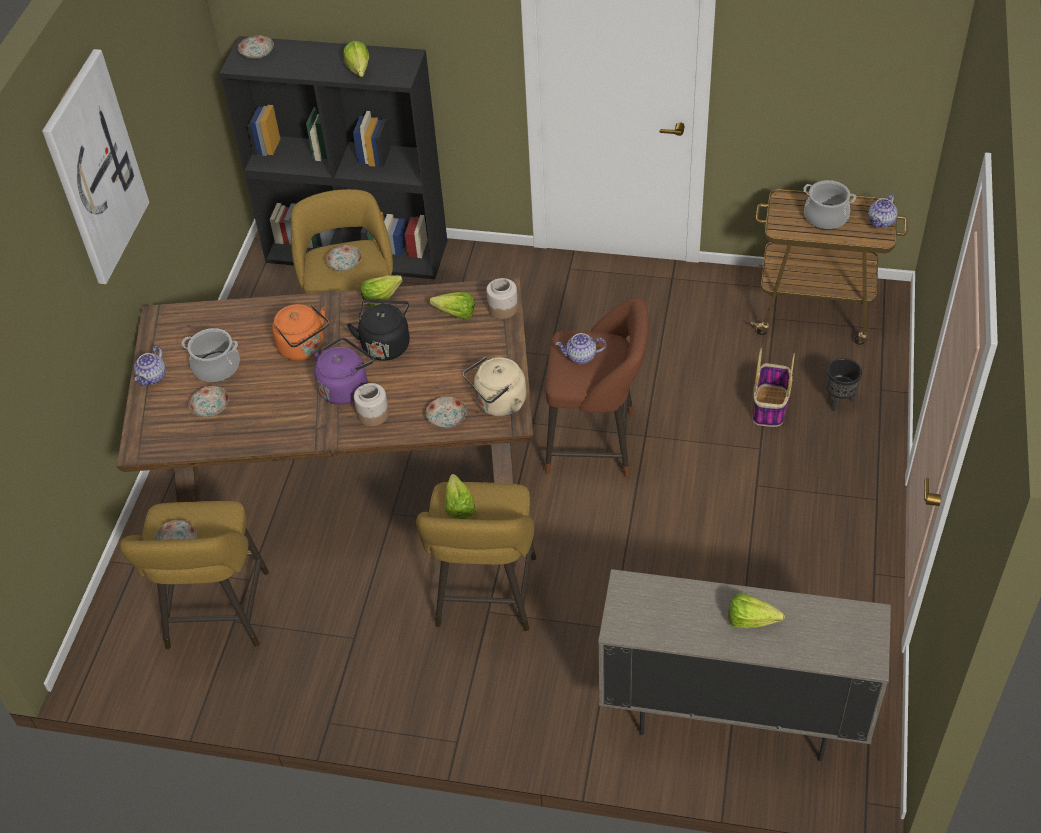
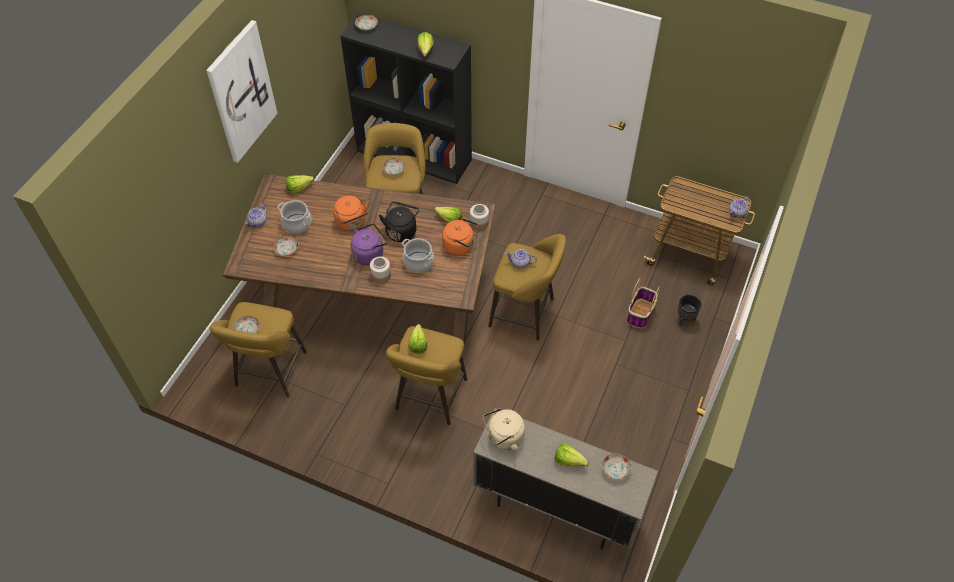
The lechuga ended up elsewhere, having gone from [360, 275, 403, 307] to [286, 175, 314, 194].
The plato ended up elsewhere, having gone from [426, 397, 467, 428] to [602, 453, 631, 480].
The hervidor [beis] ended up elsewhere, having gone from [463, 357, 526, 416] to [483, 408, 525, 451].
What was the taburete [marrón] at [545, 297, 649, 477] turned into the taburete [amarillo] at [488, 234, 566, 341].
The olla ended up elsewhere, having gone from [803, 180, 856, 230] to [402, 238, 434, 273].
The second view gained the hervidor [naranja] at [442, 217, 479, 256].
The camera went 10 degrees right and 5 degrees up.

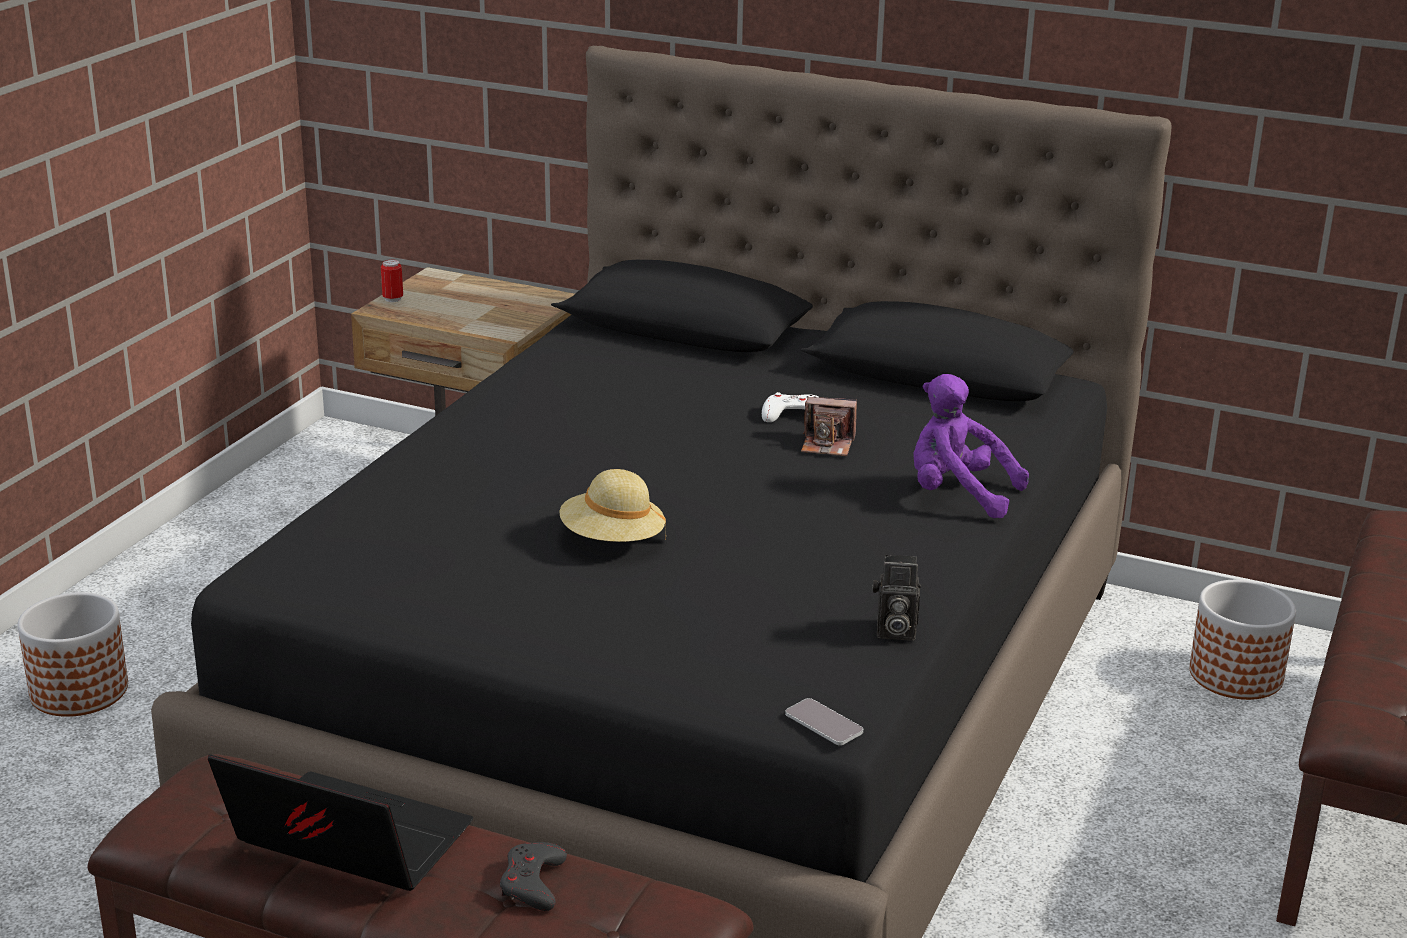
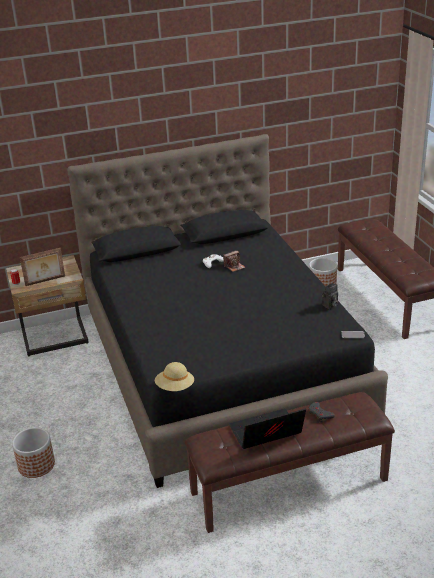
The sombrero [beis] ended up elsewhere, having gone from [560, 469, 666, 542] to [155, 362, 194, 391].
The second view lost the peluche [morado] at [913, 374, 1029, 518].
The second view gained the portarretratos at [20, 248, 65, 286].
The camera went 40 degrees left and 5 degrees up.

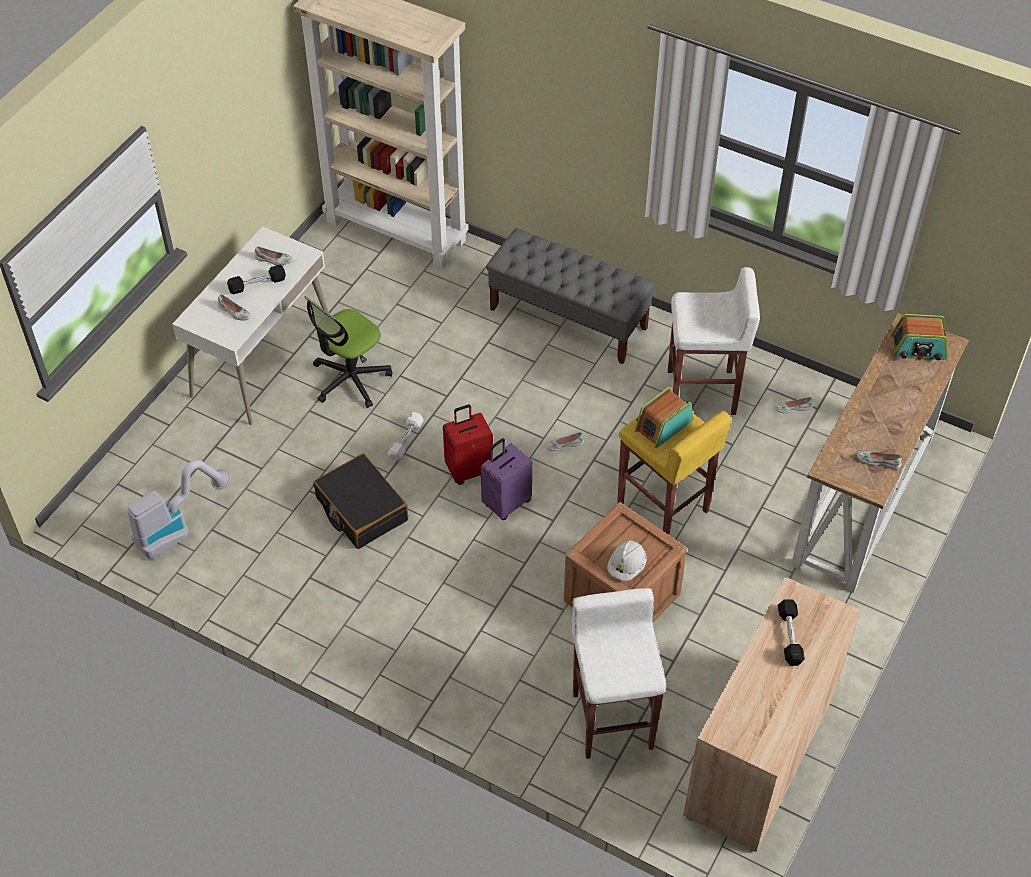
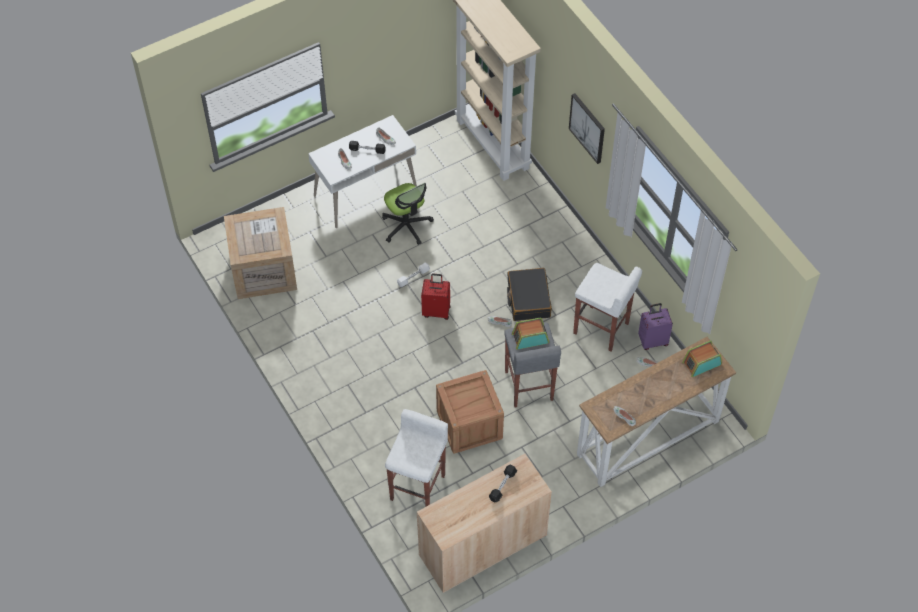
Where the aspiradora stood at [127, 460, 231, 560], the caja de embalaje came to stand at [224, 207, 297, 299].
The silla de oficina at [304, 296, 392, 408] ended up facing another way, 105 degrees counterclockwise from before.
The maleta [negro] ended up elsewhere, having gone from [313, 454, 408, 549] to [507, 268, 552, 321].
The maleta [morado] ended up elsewhere, having gone from [481, 438, 532, 520] to [638, 303, 673, 350].
The second view lost the banco [gris] at [486, 228, 655, 364].
The second view lost the casco [blanco] at [607, 540, 647, 581].
What was the taburete [amarillo] at [617, 410, 731, 535] turned into the taburete [gris] at [504, 323, 561, 407].
The radio at [891, 314, 947, 360] ended up facing another way, 120 degrees clockwise from before.
The second view gained the cuadro at [569, 93, 605, 164].
The camera went 30 degrees right and 5 degrees up.

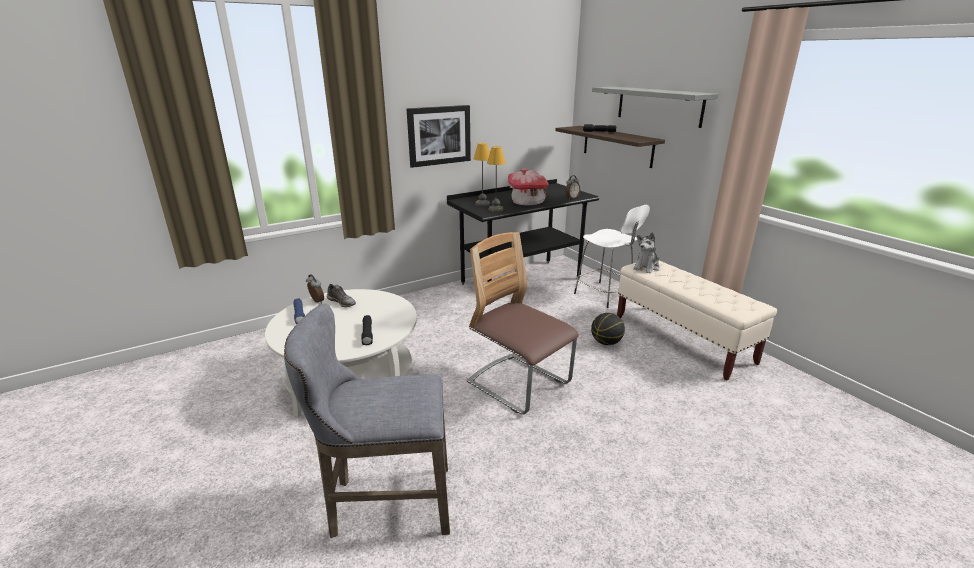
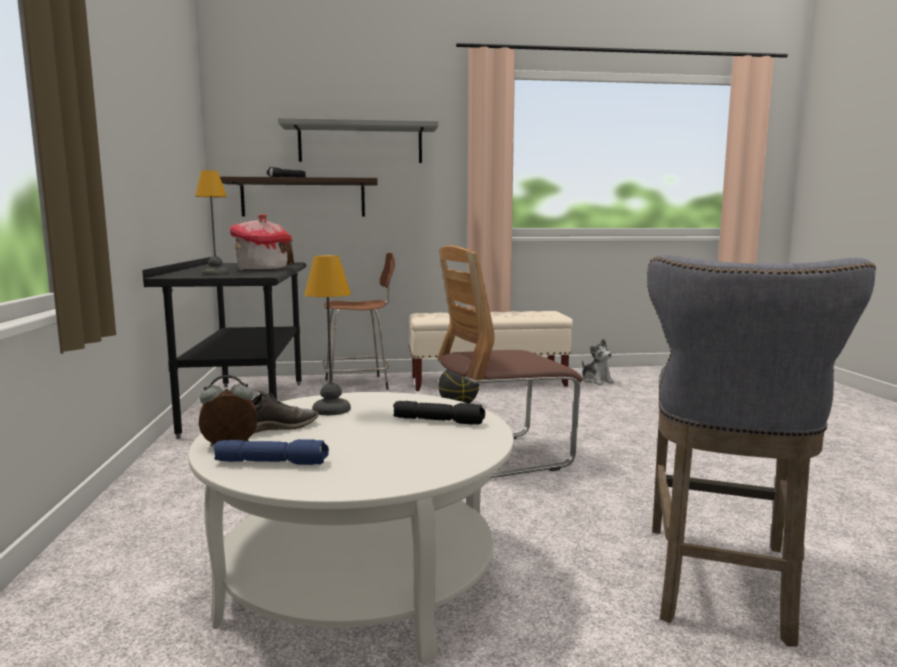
The second view lost the cuadro at [407, 105, 471, 168].
The lámpara de mesa ended up elsewhere, having gone from [487, 146, 505, 212] to [305, 255, 351, 415].
What was the taburete [blanco] at [574, 205, 650, 308] turned into the taburete [marrón] at [322, 253, 395, 390].
The peluche ended up elsewhere, having gone from [633, 232, 660, 274] to [582, 339, 614, 385].
The camera went 65 degrees left and 15 degrees down.

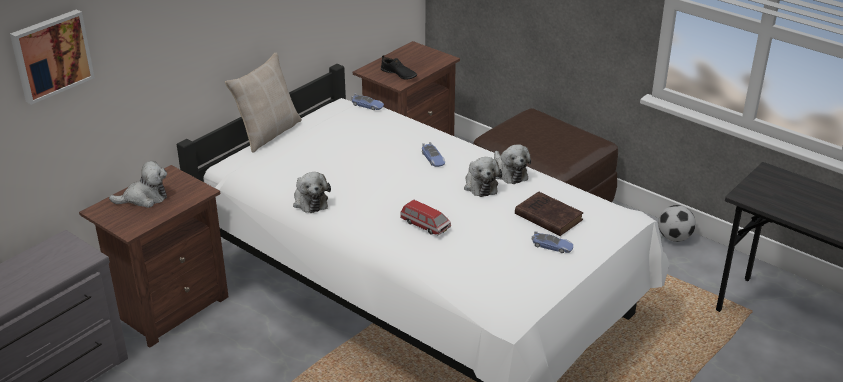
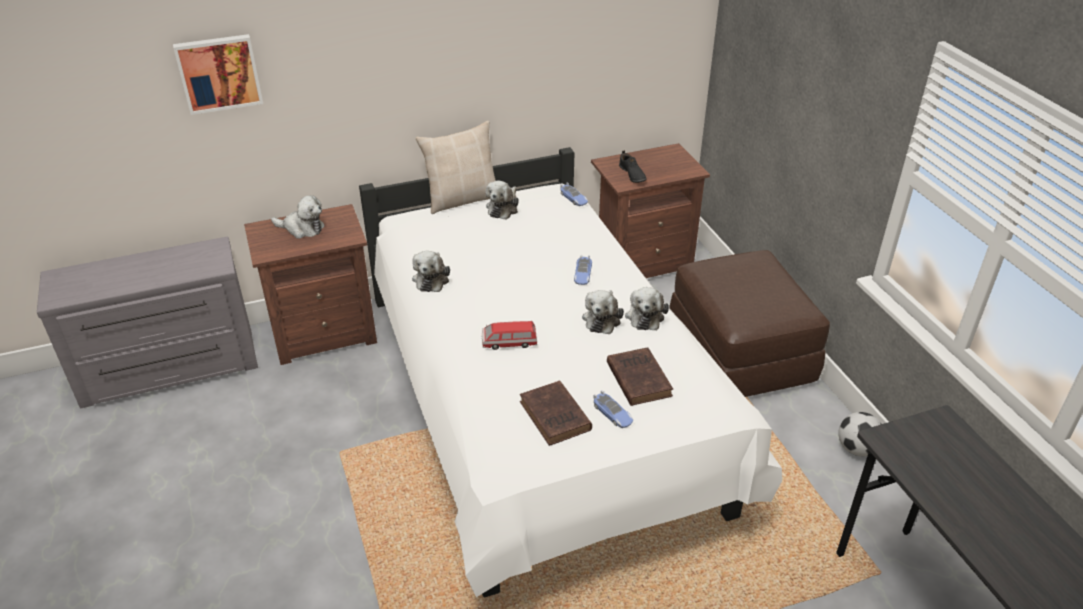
The coche de juguete at [400, 199, 451, 236] ended up facing another way, 105 degrees clockwise from before.
The second view gained the peluche at [486, 181, 519, 220].
The second view gained the libro [marrón] at [520, 381, 592, 446].
The camera went 30 degrees right and 5 degrees up.

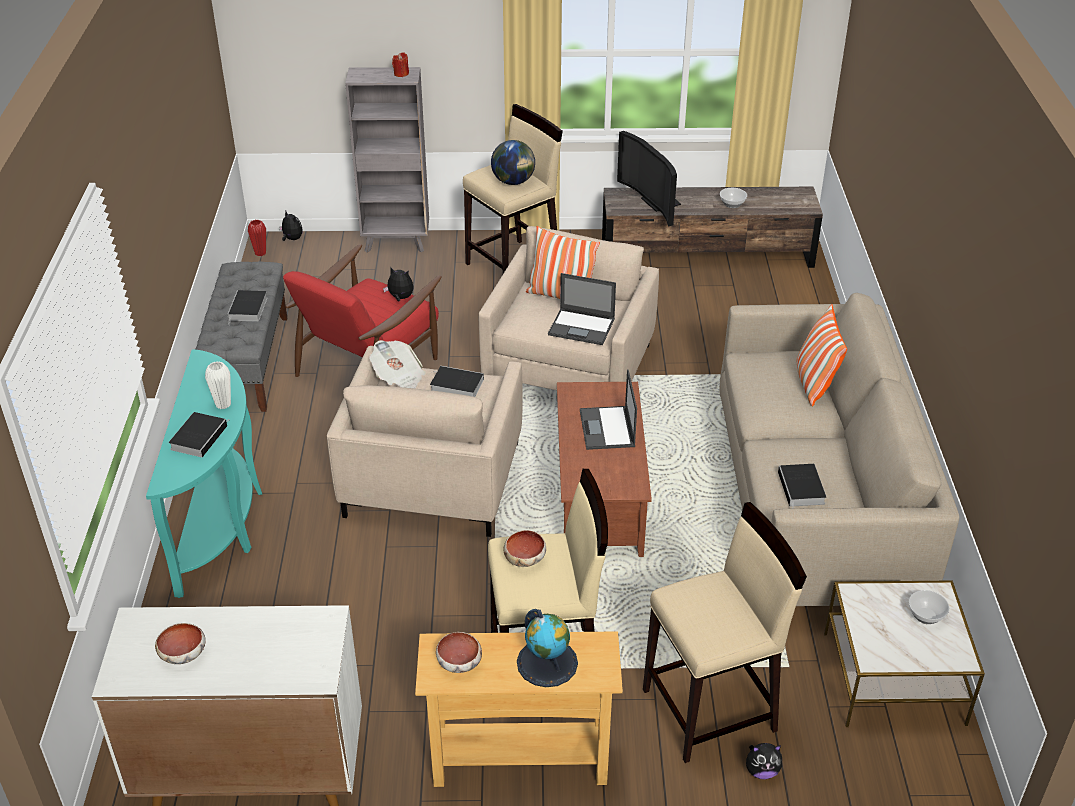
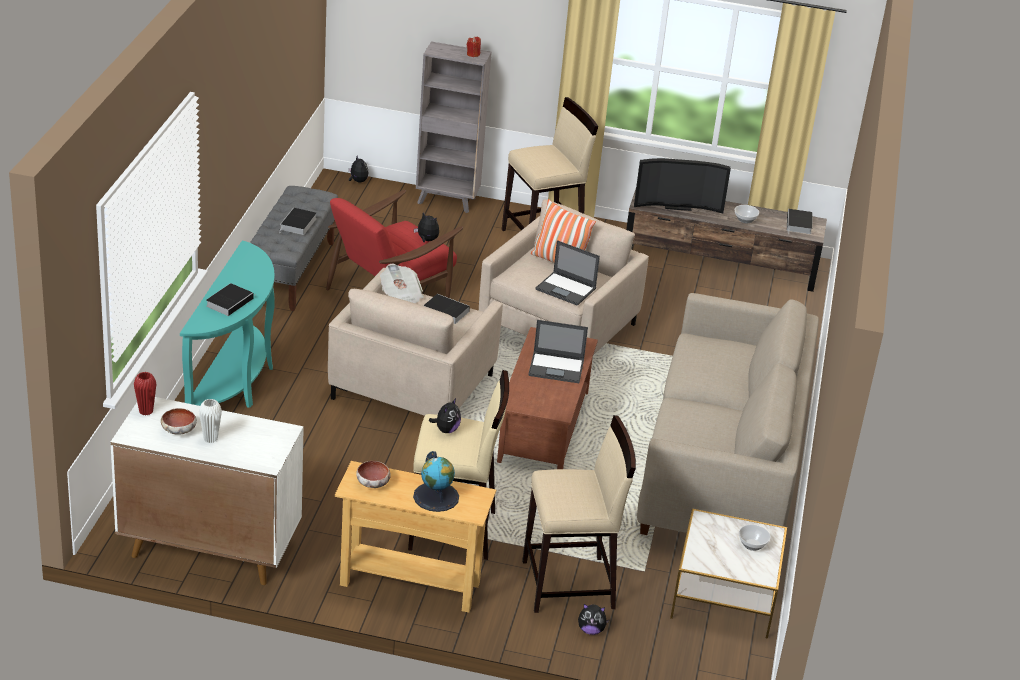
The florero [blanco] ended up elsewhere, having gone from [205, 361, 231, 409] to [199, 399, 222, 443].
The florero [rojo] ended up elsewhere, having gone from [248, 220, 266, 256] to [134, 372, 156, 416].
The second view lost the globo terráqueo at [491, 140, 535, 185].
Where the cuenco stood at [504, 530, 546, 567], the peluche came to stand at [429, 398, 461, 433].
The portátil at [580, 369, 637, 450] ended up facing another way, 90 degrees counterclockwise from before.
The televisor at [617, 131, 681, 227] ended up facing another way, 75 degrees counterclockwise from before.
The libro ended up elsewhere, having gone from [778, 464, 826, 509] to [787, 209, 813, 234].
The second view lost the cojín at [796, 304, 847, 406].
The camera went 10 degrees right and 5 degrees down.

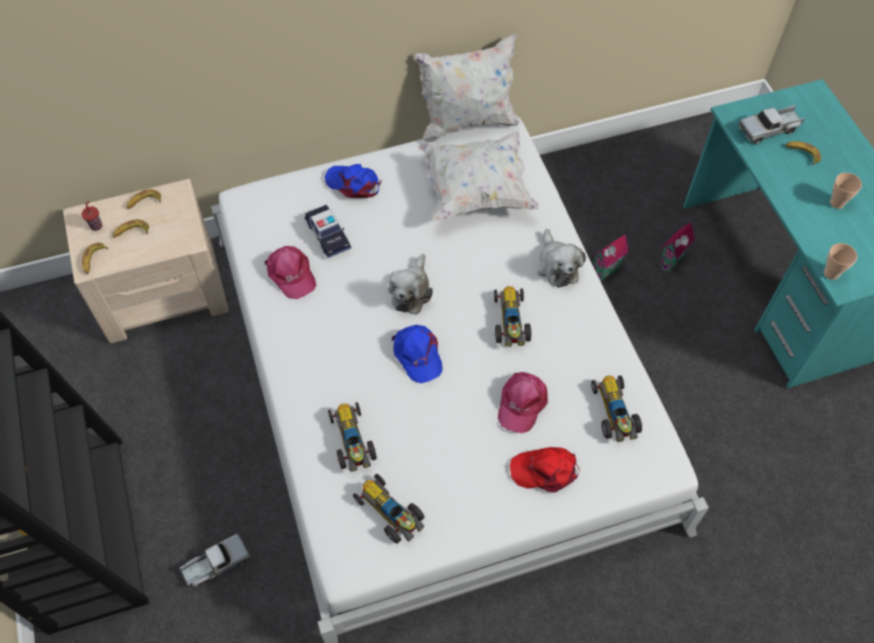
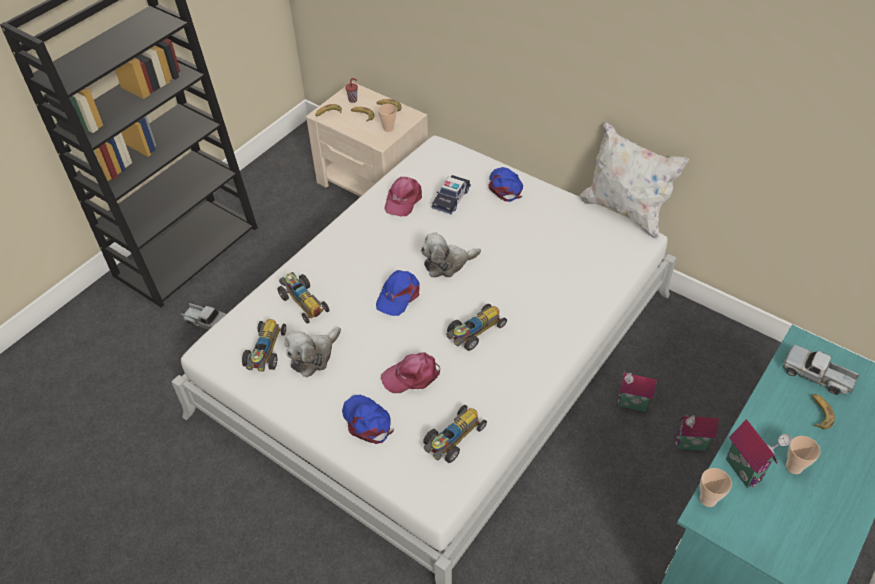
The coche de juguete at [328, 402, 377, 472] ended up facing another way, 105 degrees clockwise from before.
The second view lost the cojín [blanco] at [418, 131, 539, 221].
What was the gorra [rojo] at [510, 447, 580, 493] turned into the gorra [azul] at [342, 395, 394, 444].
The peluche ended up elsewhere, having gone from [537, 229, 586, 288] to [285, 327, 341, 378].
The second view gained the taza at [378, 104, 397, 132].
The second view gained the casita at [726, 419, 792, 488].
The camera went 55 degrees right and 10 degrees down.

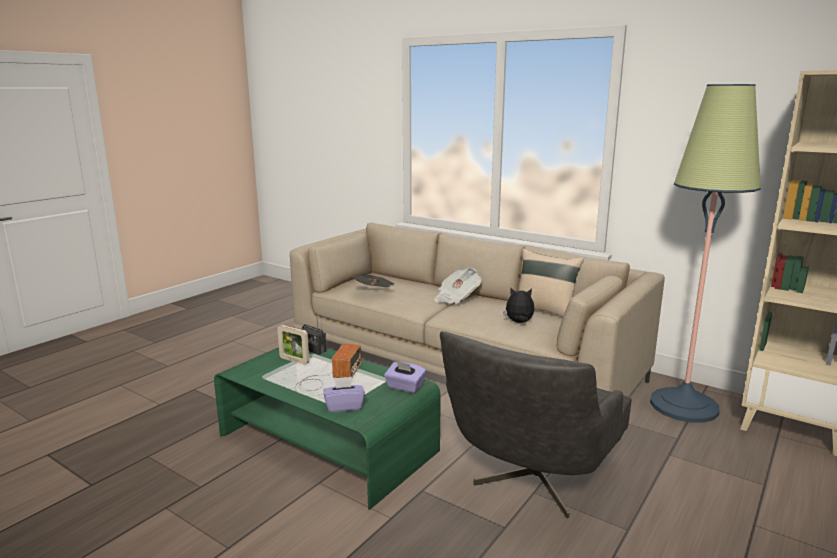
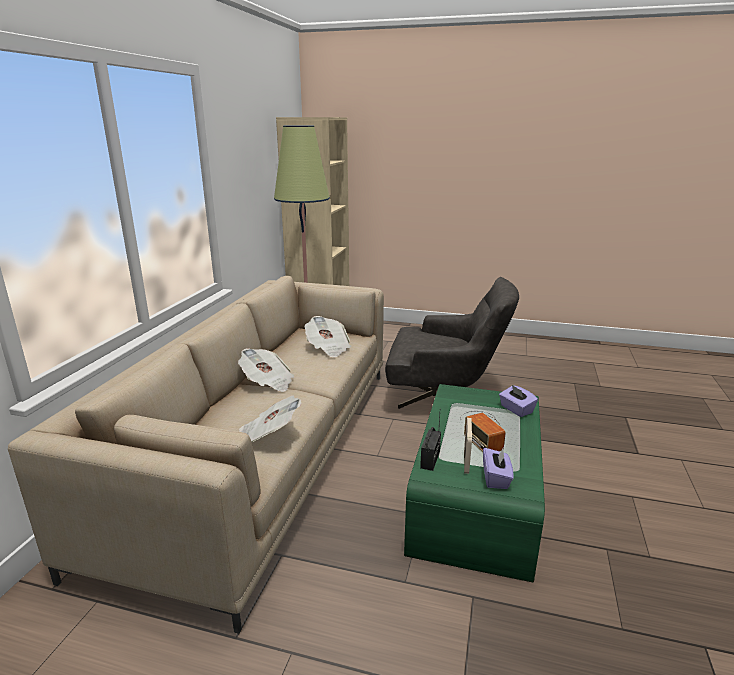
The radio at [295, 344, 362, 396] ended up facing another way, 105 degrees counterclockwise from before.
The caja de pañuelos [morado] ended up elsewhere, having gone from [384, 361, 426, 393] to [483, 448, 513, 489].
Where the peluche stood at [503, 287, 534, 323], the periódico came to stand at [304, 316, 352, 358].
The second view lost the cojín [beis] at [519, 248, 584, 317].
The camera went 110 degrees left and 5 degrees up.

